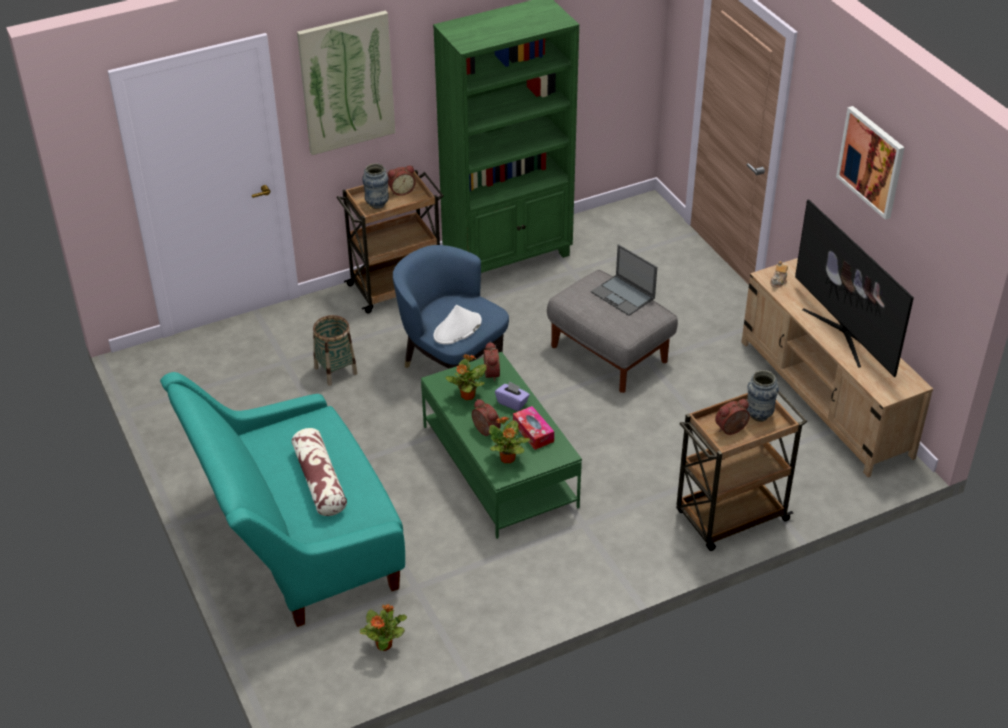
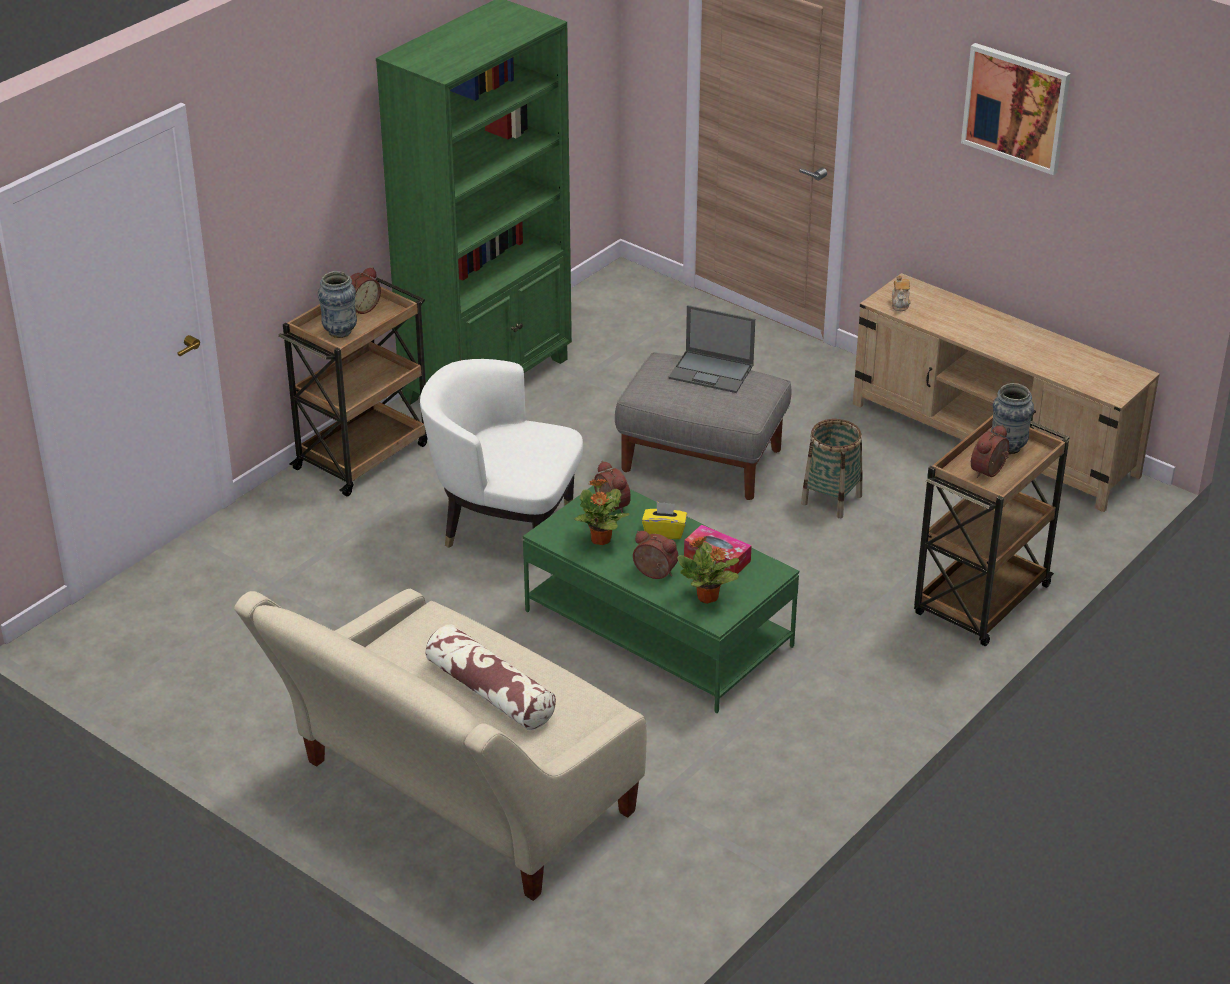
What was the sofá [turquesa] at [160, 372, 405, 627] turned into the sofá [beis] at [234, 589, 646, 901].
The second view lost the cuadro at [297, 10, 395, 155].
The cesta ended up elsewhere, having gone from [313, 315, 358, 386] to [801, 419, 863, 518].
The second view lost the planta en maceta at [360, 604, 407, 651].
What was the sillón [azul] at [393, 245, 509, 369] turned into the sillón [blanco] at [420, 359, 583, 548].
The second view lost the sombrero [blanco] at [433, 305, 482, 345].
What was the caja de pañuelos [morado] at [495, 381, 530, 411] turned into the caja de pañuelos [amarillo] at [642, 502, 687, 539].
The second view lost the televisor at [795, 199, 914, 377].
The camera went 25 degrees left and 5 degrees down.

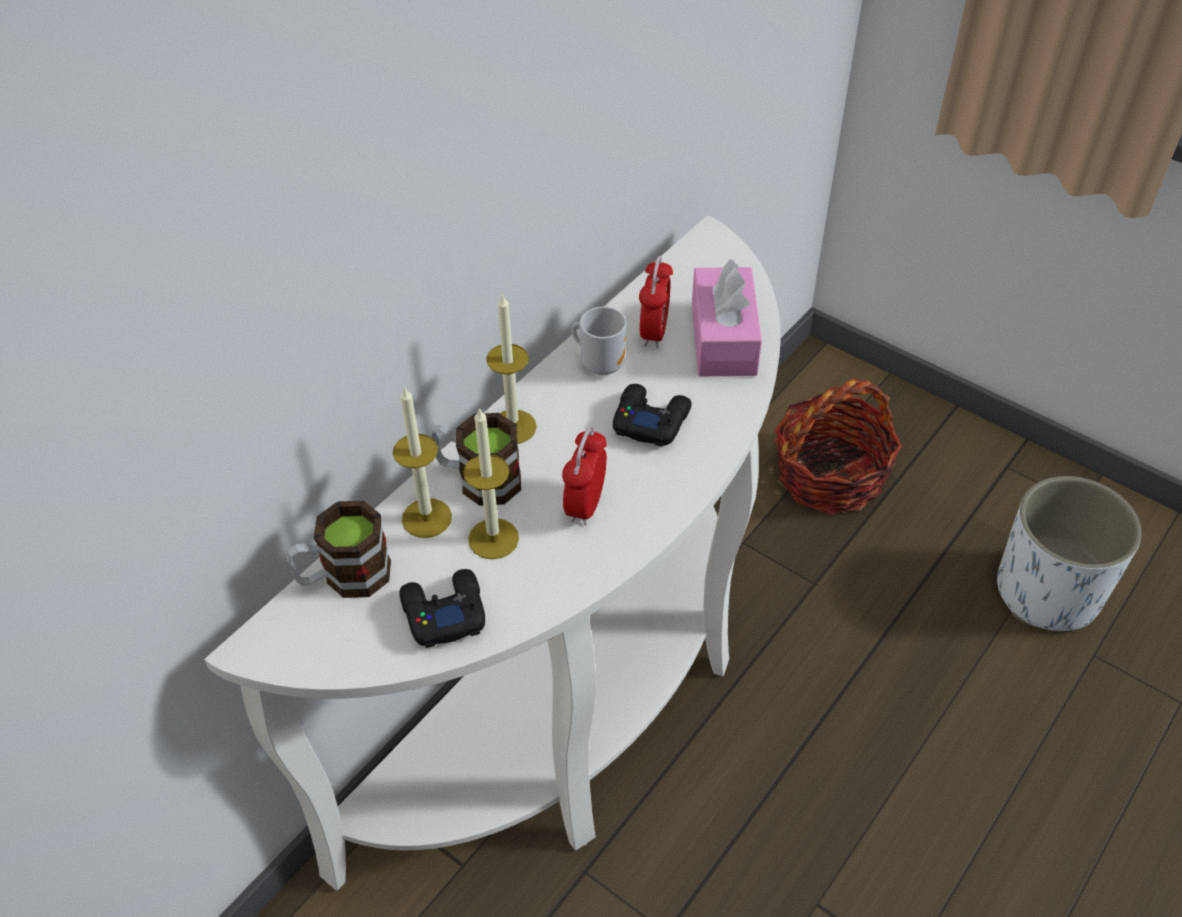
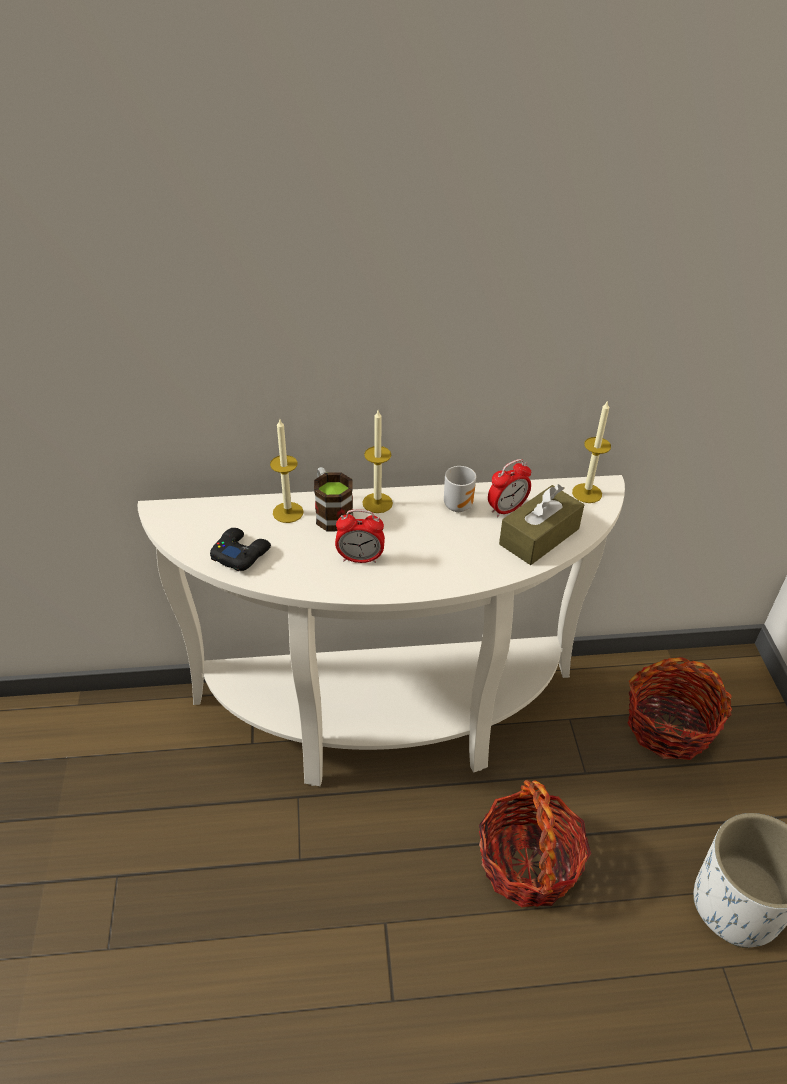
The second view lost the taza grande at [286, 501, 391, 598].
The vela ended up elsewhere, having gone from [463, 407, 519, 559] to [572, 400, 611, 503].
The despertador at [562, 427, 607, 525] ended up facing another way, 150 degrees counterclockwise from before.
The second view lost the mando de consola [negro] at [613, 384, 692, 447].
What was the caja de pañuelos [rosa] at [692, 259, 762, 376] turned into the caja de pañuelos [marrón] at [499, 484, 584, 565].
The second view gained the cesta at [479, 780, 591, 907].
The camera went 45 degrees right and 5 degrees down.

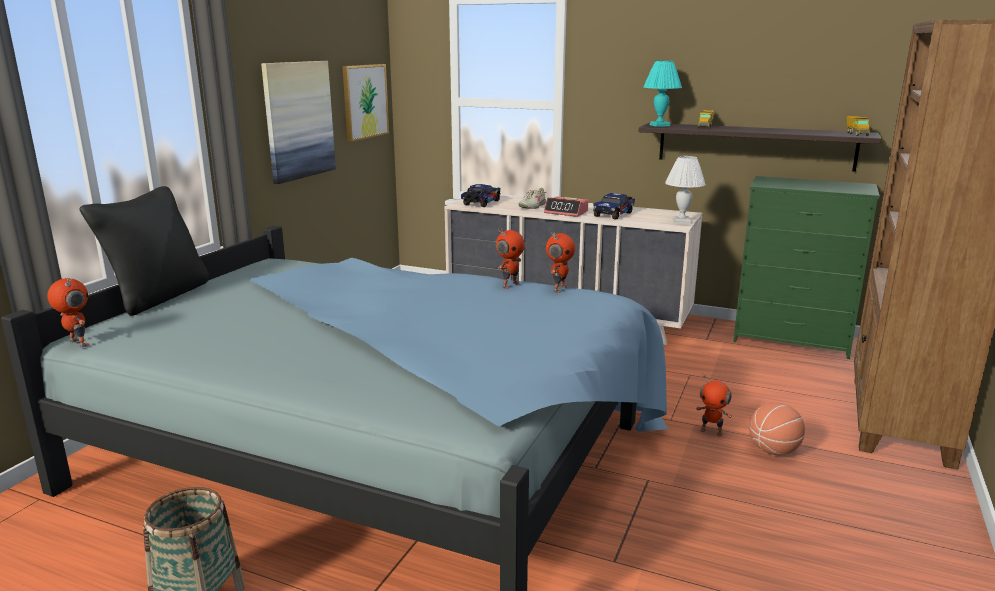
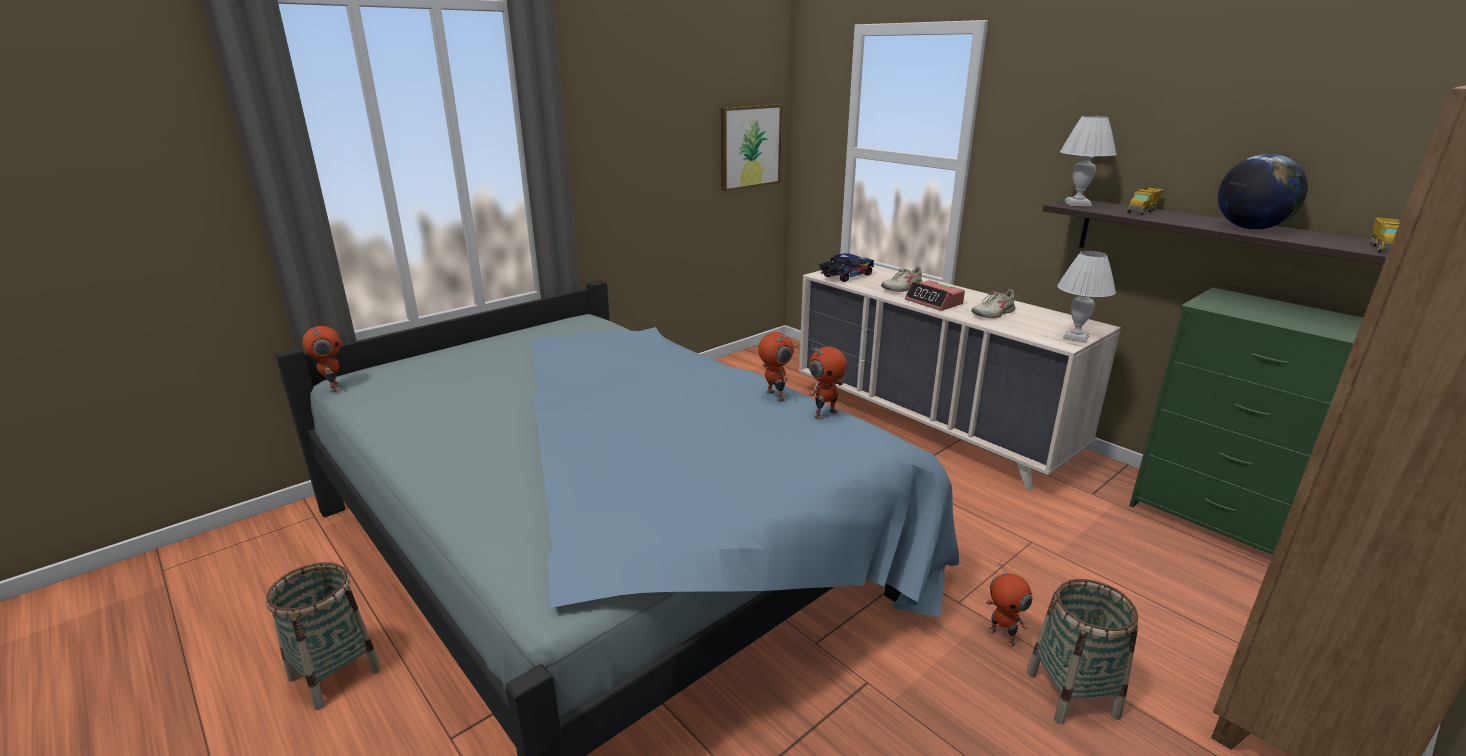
The second view lost the cojín [negro] at [79, 186, 209, 316].
The second view lost the cuadro at [261, 61, 336, 184].
The robot de juguete at [496, 229, 525, 289] ended up facing another way, 90 degrees counterclockwise from before.
Where the camión de juguete stood at [593, 193, 635, 220], the zapato [beis] came to stand at [971, 289, 1018, 318].
What was the lámpara de mesa [turquesa] at [644, 61, 682, 127] turned into the lámpara de mesa [blanco] at [1060, 116, 1116, 206].
Where the balón de baloncesto stood at [749, 402, 805, 455], the cesta came to stand at [1027, 579, 1138, 724].
The second view gained the globo terráqueo at [1218, 154, 1308, 230].
The camera went 25 degrees right and 5 degrees up.

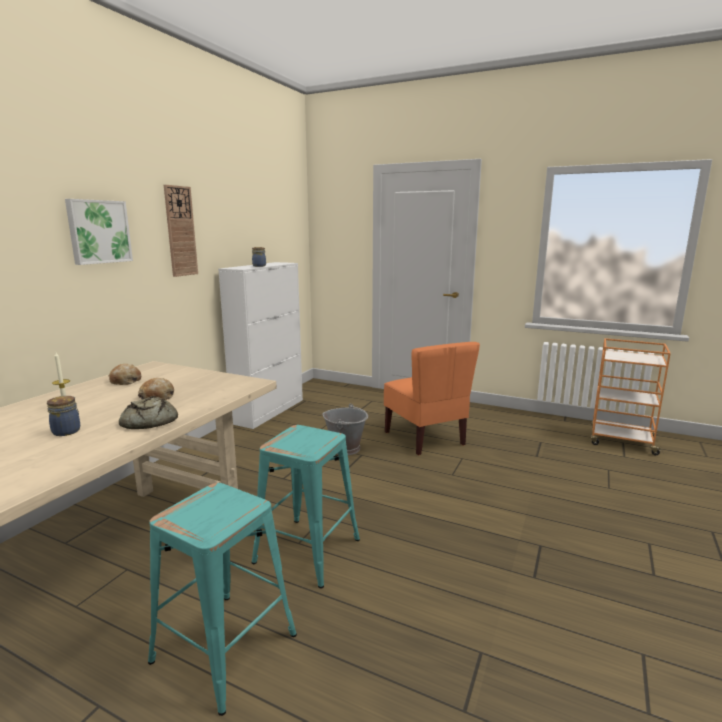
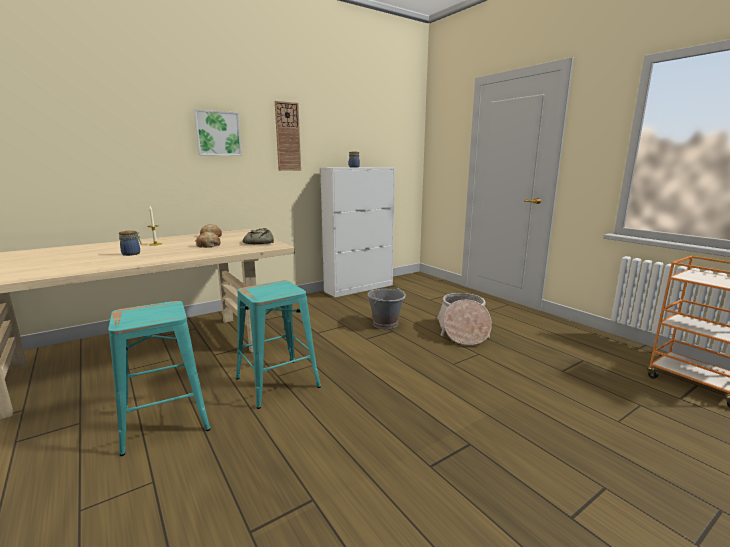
The pan ended up elsewhere, having gone from [119, 396, 178, 429] to [243, 228, 274, 244].
Where the silla [naranja] stood at [384, 342, 480, 455], the cesta came to stand at [437, 293, 492, 346].
The camera went 30 degrees right and 0 degrees up.

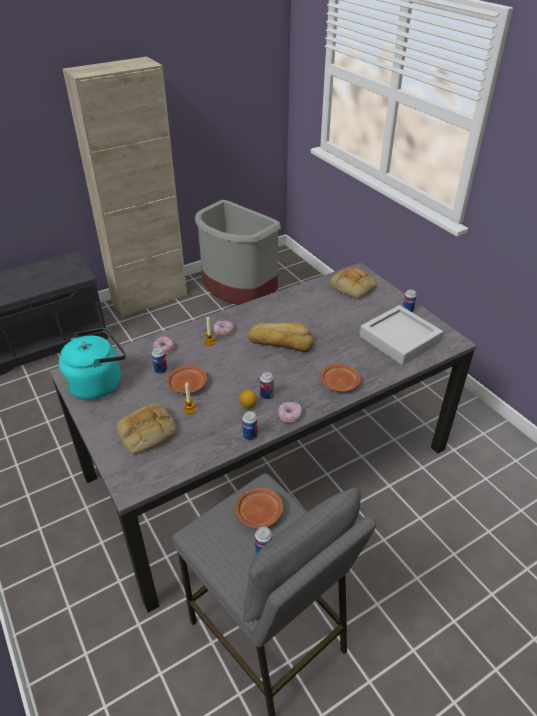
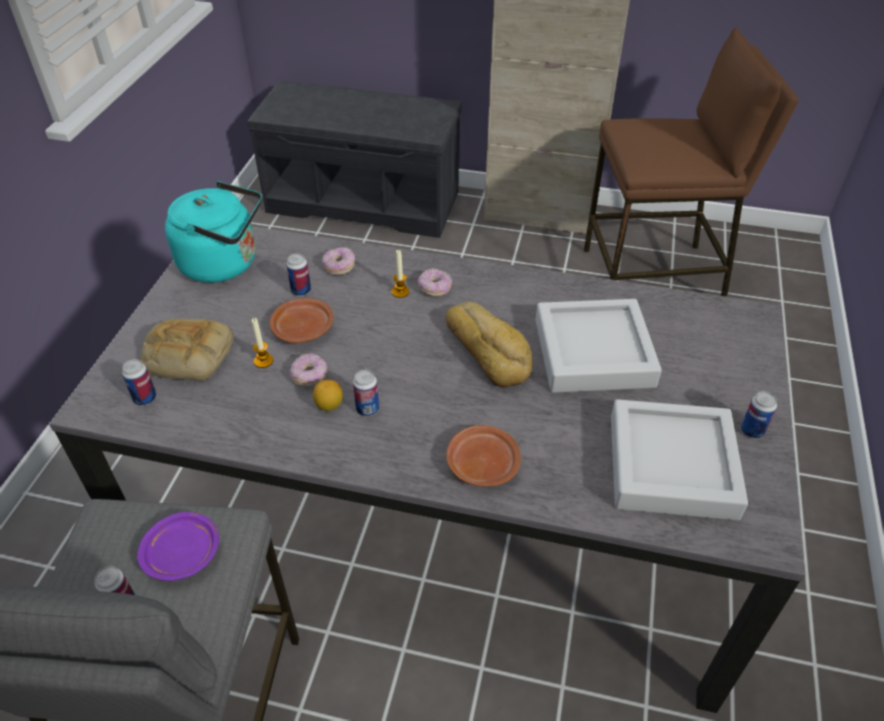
Where the papelera [gris] stood at [195, 200, 281, 305], the taburete [marrón] came to stand at [584, 28, 799, 297].
What was the plato [marrón] at [235, 487, 283, 529] turned into the plato [morado] at [137, 512, 219, 581].
The lata ended up elsewhere, having gone from [242, 411, 257, 440] to [122, 359, 156, 406].
The rosquilla ended up elsewhere, having gone from [278, 402, 302, 423] to [290, 353, 328, 387].
The second view lost the pan at [330, 267, 377, 299].
The second view gained the bandeja [gris] at [535, 299, 662, 393].
The camera went 45 degrees right and 5 degrees up.

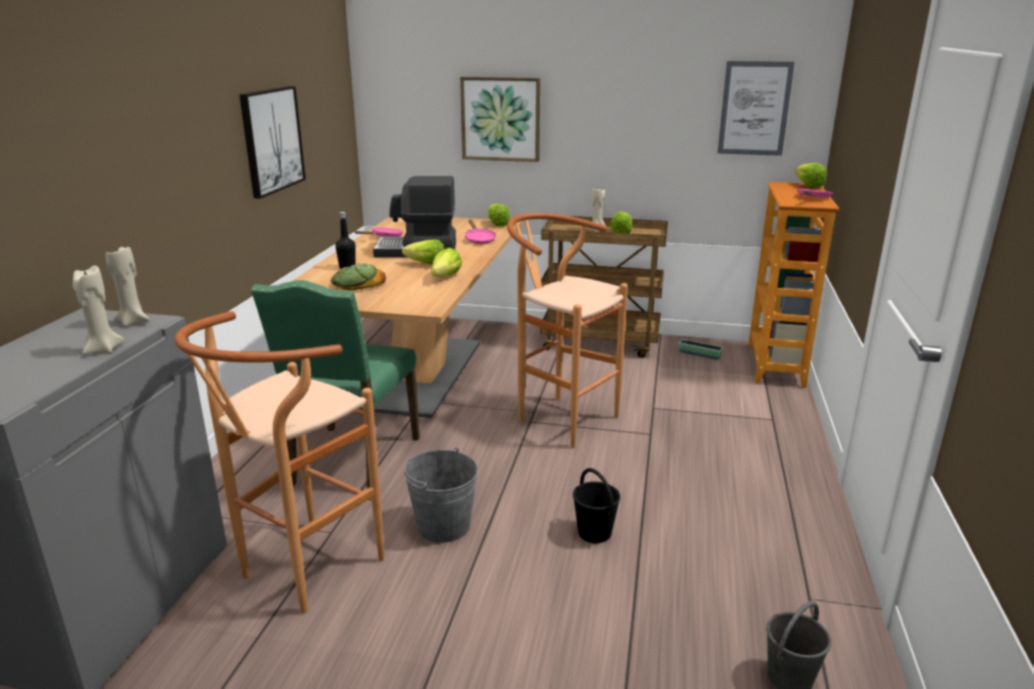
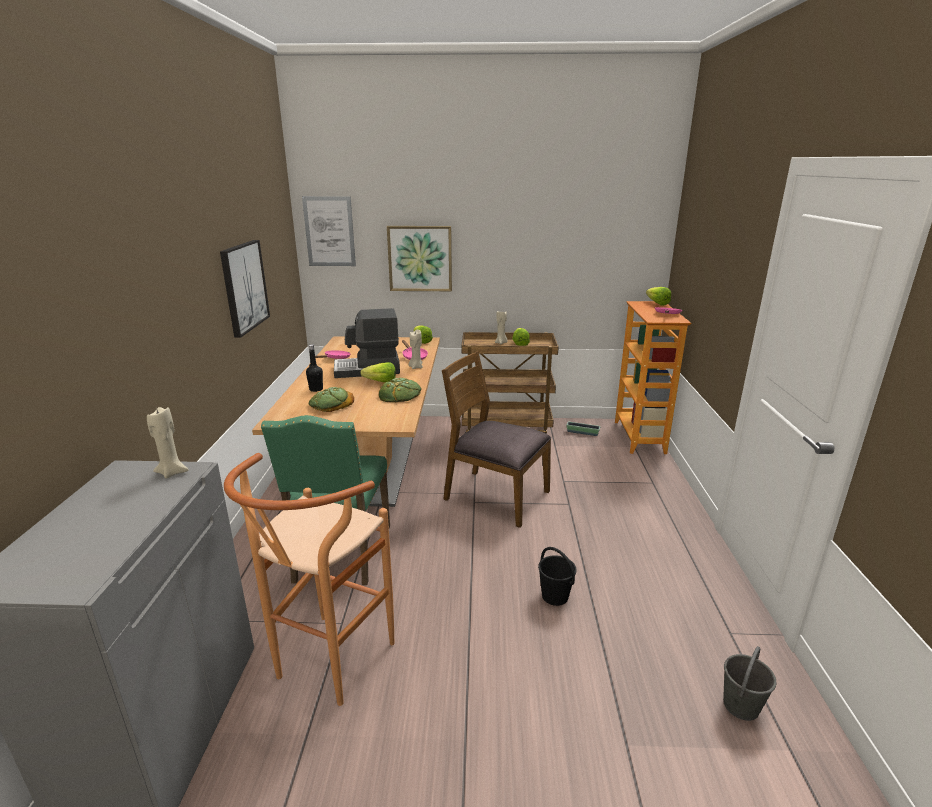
The vela [beis] ended up elsewhere, having gone from [73, 265, 124, 355] to [409, 330, 423, 369].
The second view lost the cubo [gris] at [404, 448, 478, 543].
Where the lechuga stood at [431, 247, 462, 277], the pan came to stand at [379, 378, 422, 402].
Where the taburete [marrón] stood at [507, 213, 628, 447], the silla [marrón] came to stand at [442, 351, 551, 528].
The cuadro ended up elsewhere, having gone from [718, 61, 795, 156] to [302, 196, 356, 266].
The camera went 10 degrees left and 0 degrees up.

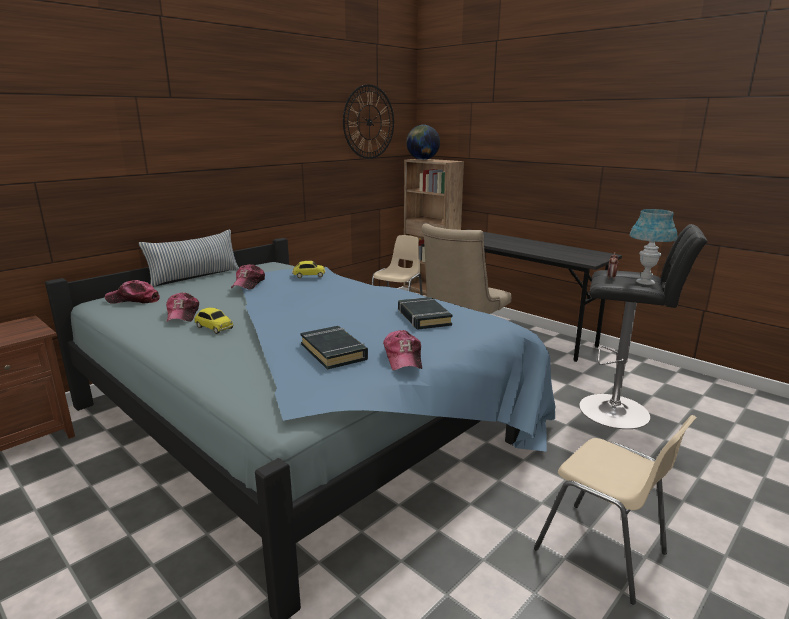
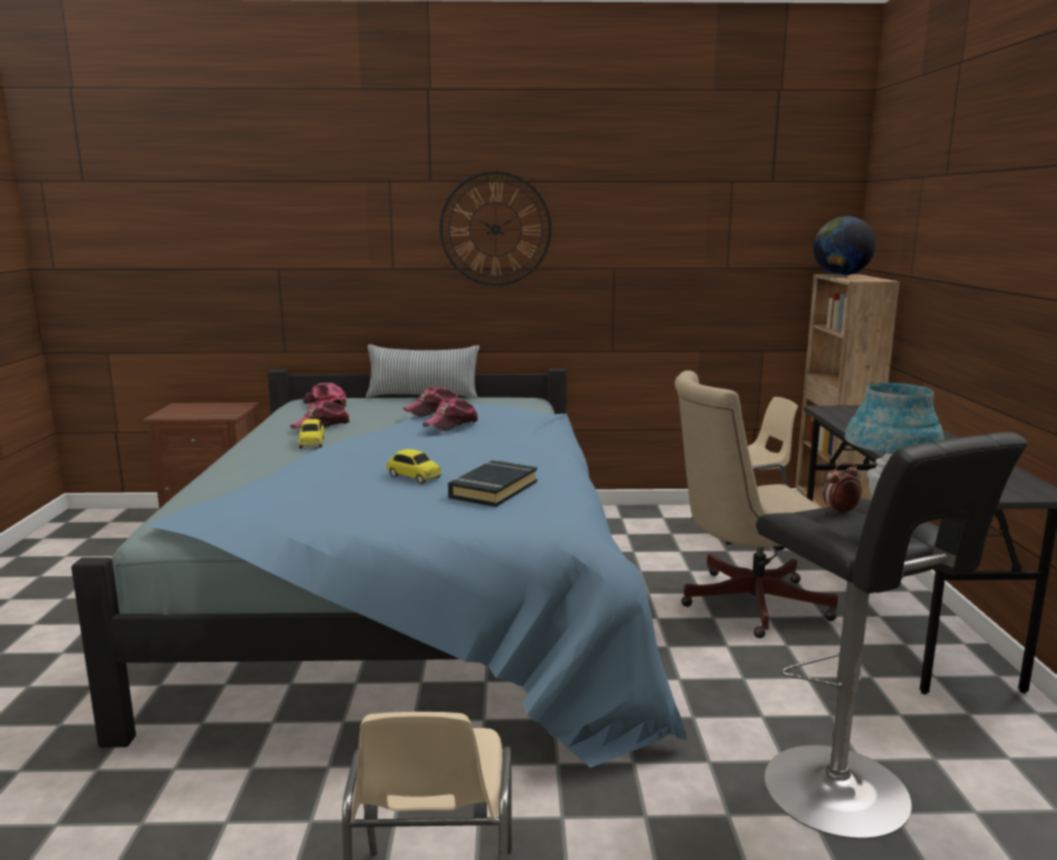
The coche de juguete ended up elsewhere, having gone from [292, 261, 325, 278] to [386, 449, 442, 484].
The second view lost the libro [negro] at [301, 326, 368, 370].
The reloj de pared ended up elsewhere, having gone from [343, 84, 394, 159] to [440, 171, 551, 286].
The gorra ended up elsewhere, having gone from [383, 330, 422, 371] to [423, 398, 478, 431].
The camera went 45 degrees right and 5 degrees down.

